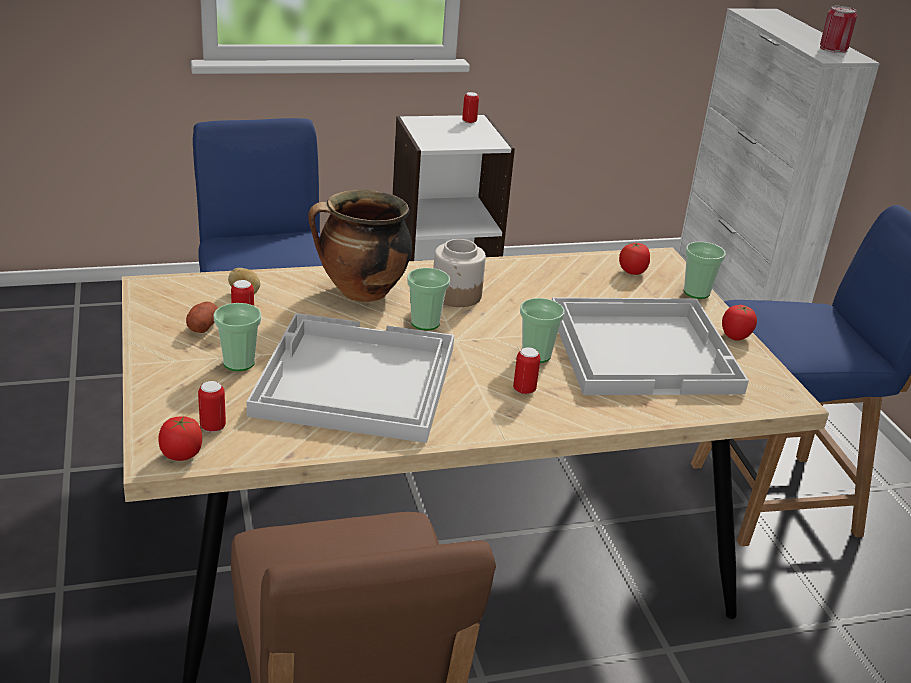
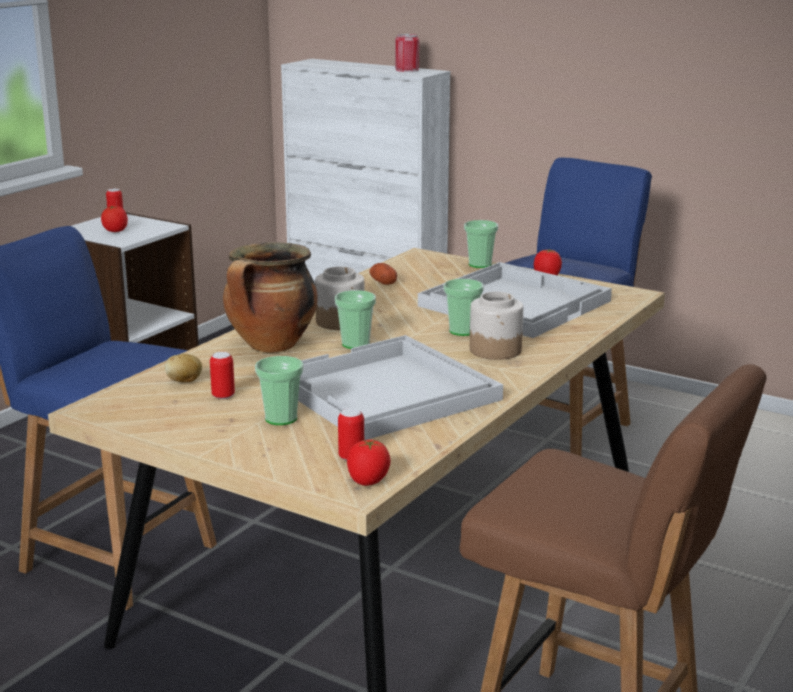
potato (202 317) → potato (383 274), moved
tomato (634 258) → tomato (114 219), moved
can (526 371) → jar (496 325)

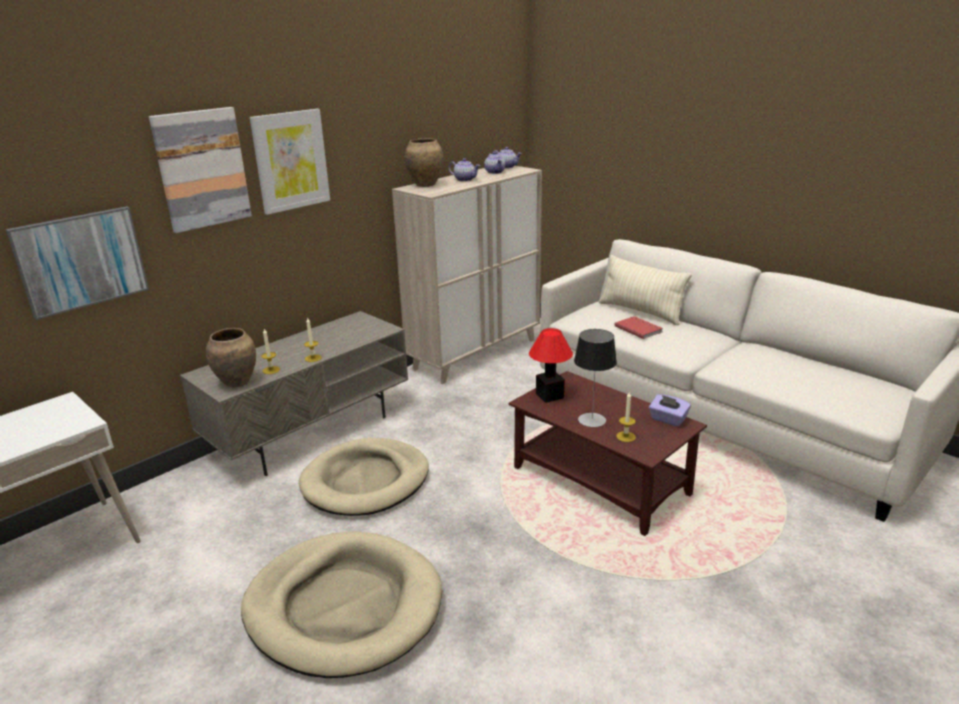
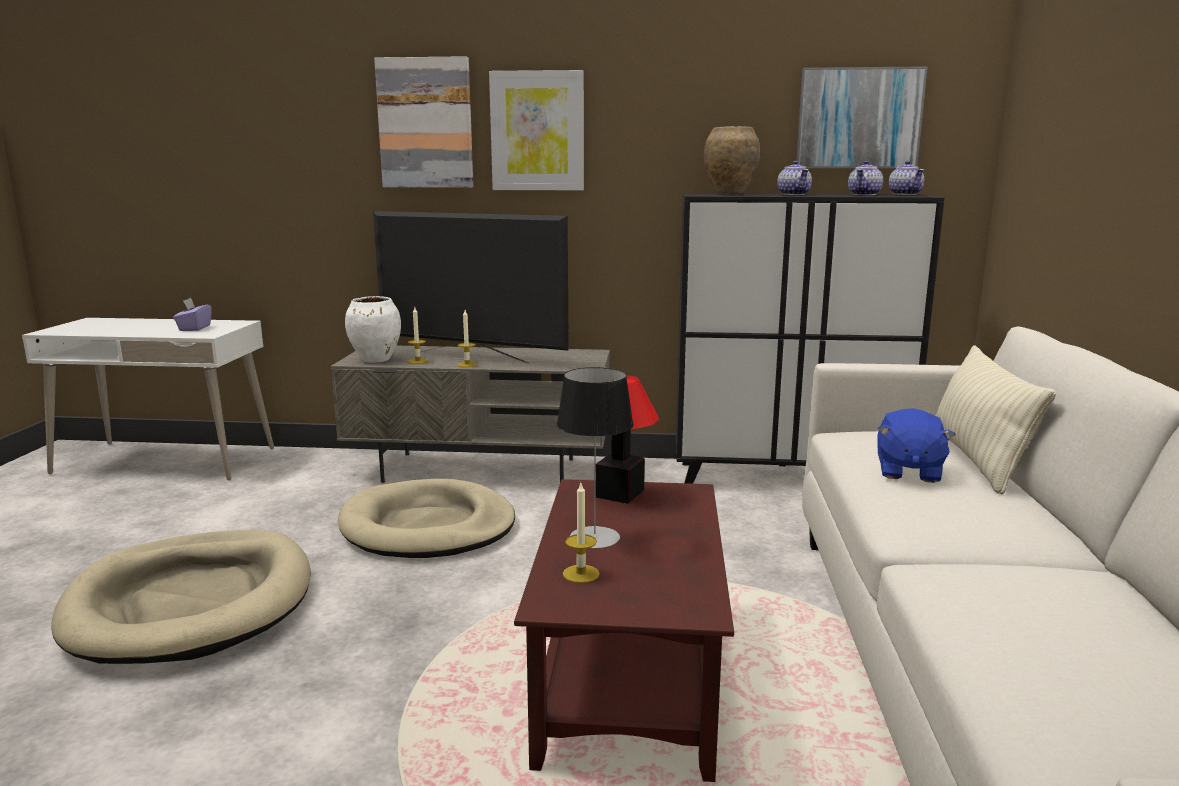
- → television (471 287)
picture (77 263) → picture (862 117), moved
purple tissue box (670 410) → purple tissue box (192 314), moved
red book (639 327) → blue plush toy (916 445)
brown vase (231 357) → white vase (373 329)
beige cabinet (467 275) → black cabinet (810 338)

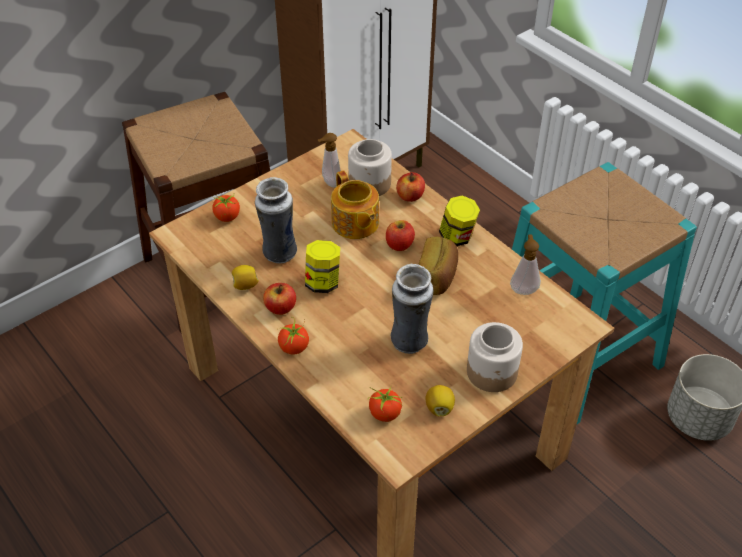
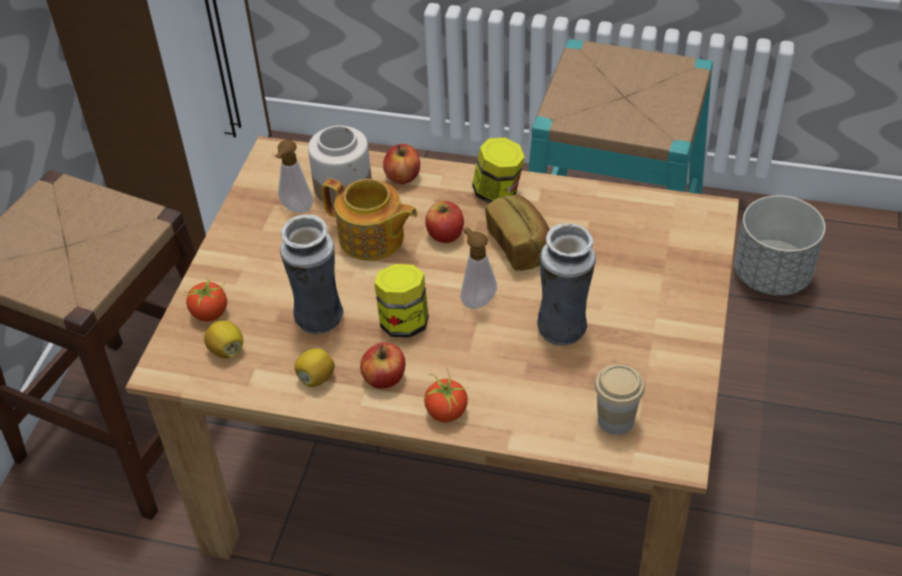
jar (495 357) → -
lemon (440 400) → lemon (223 339), moved
soap dispenser (525 265) → soap dispenser (478 268), moved
tomato (385 404) → cup (619 399)

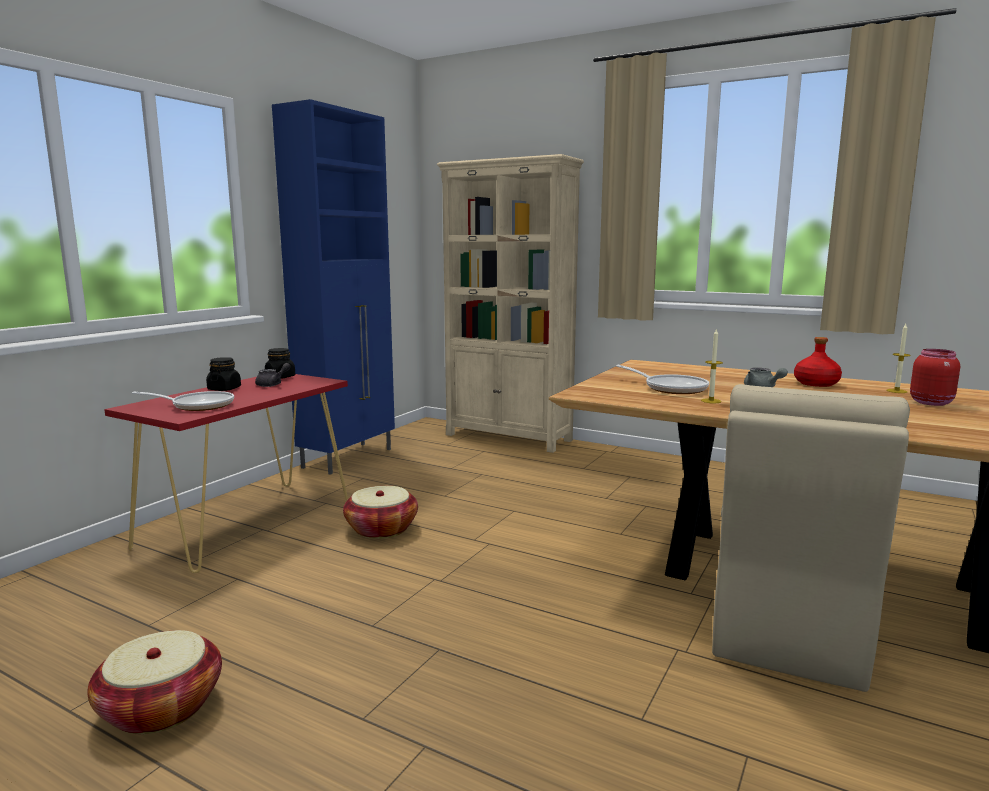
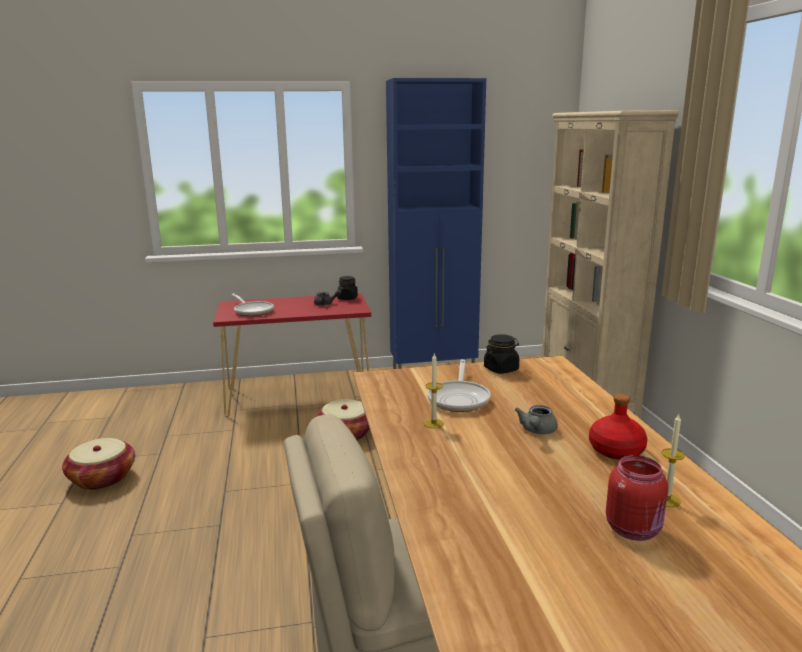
black jar (223 374) → black jar (501 354), moved

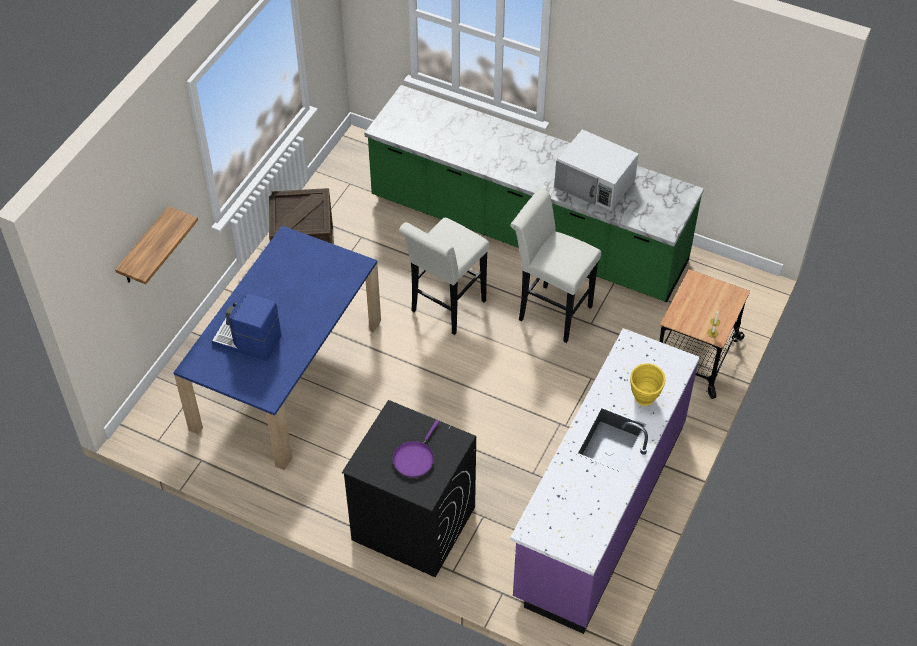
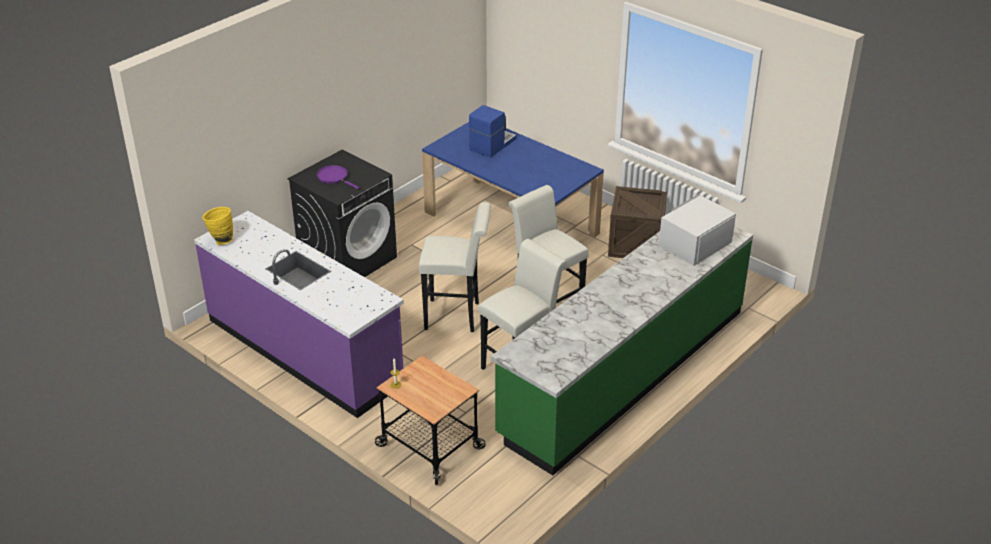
shelf (156 245) → -
- → white stool (455 267)
white microwave (596 170) → white microwave (697 230), moved
yellow vase (647 385) → yellow vase (217 226), moved

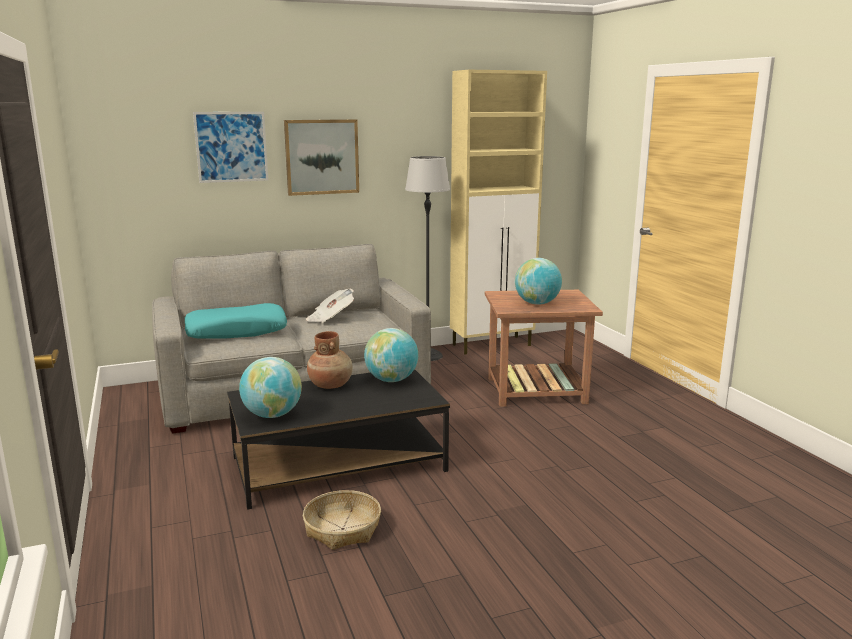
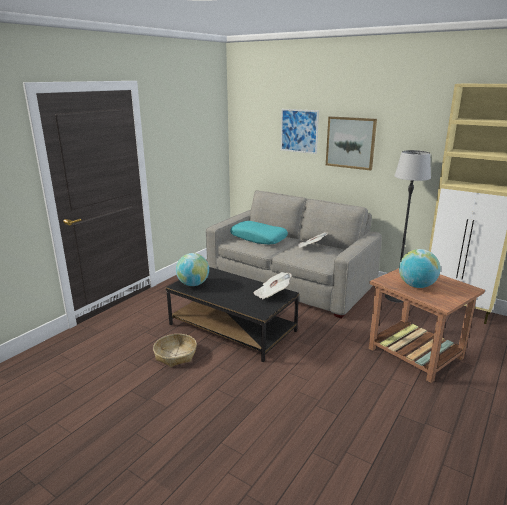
brown vase (330 360) → -
globe (391 355) → newspaper (273 286)

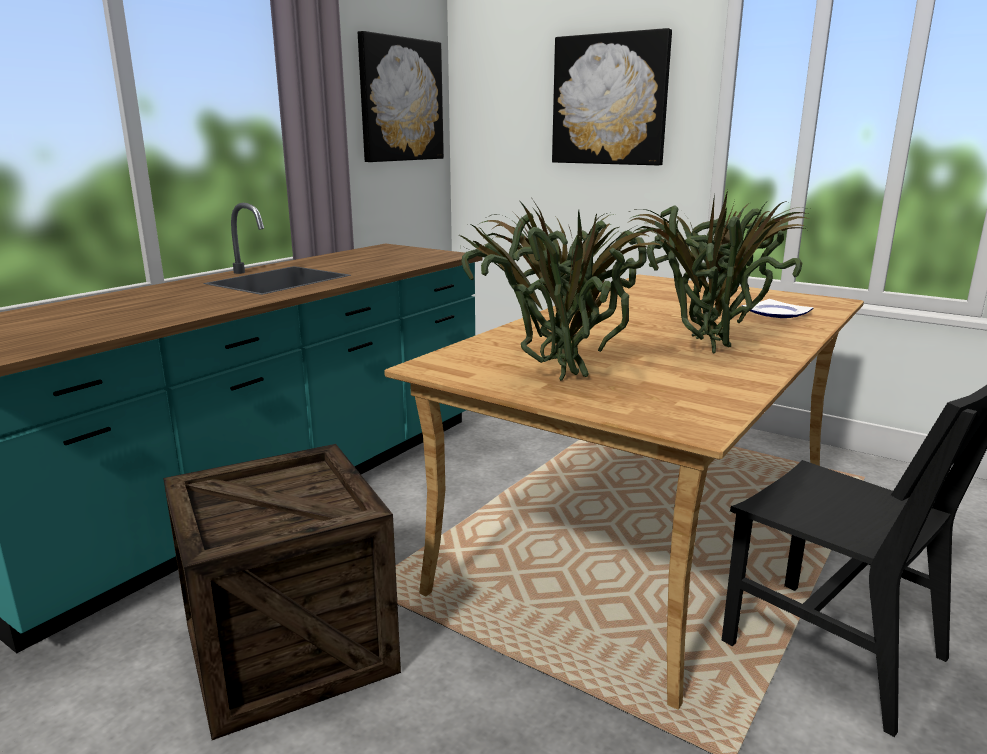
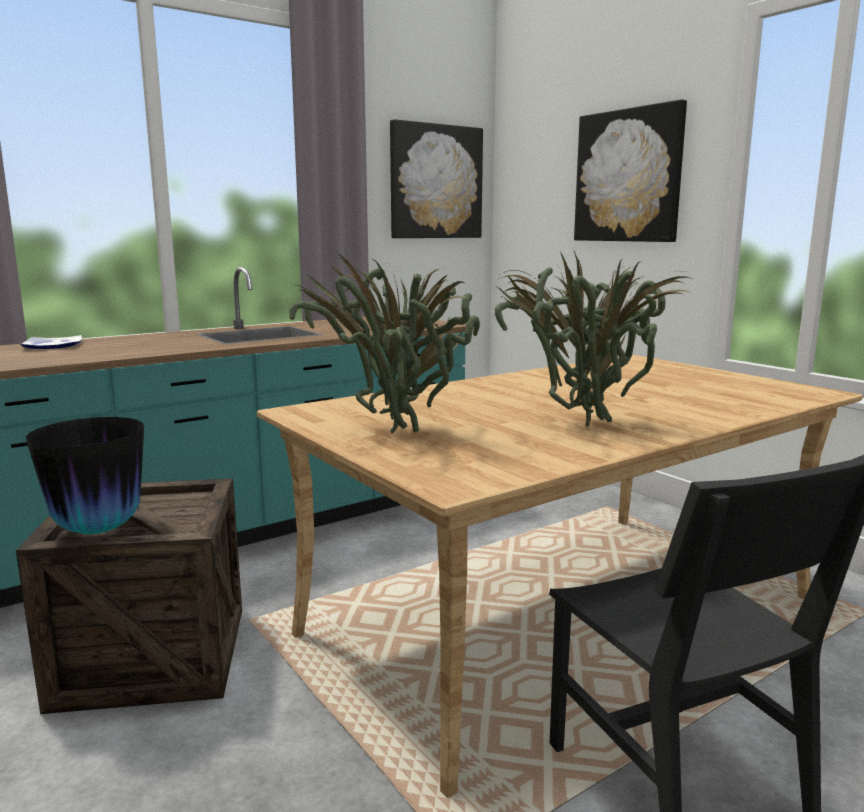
- → vase (85 475)
plate (777 308) → plate (51 342), moved

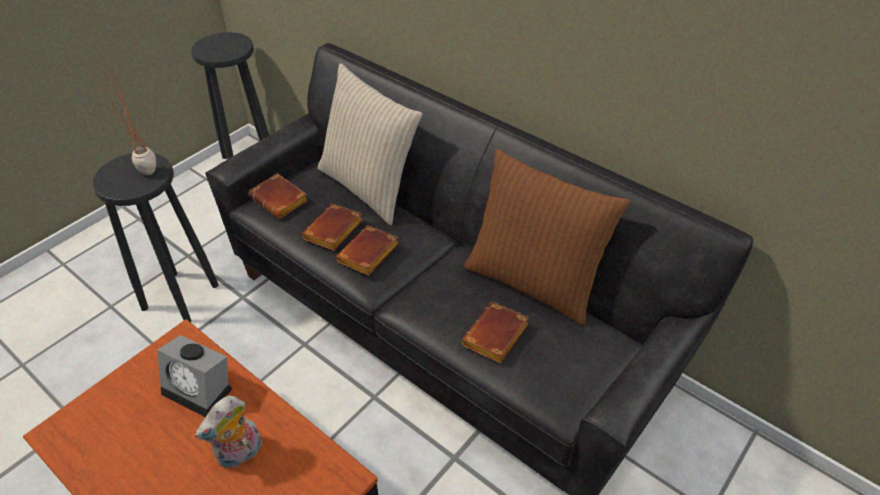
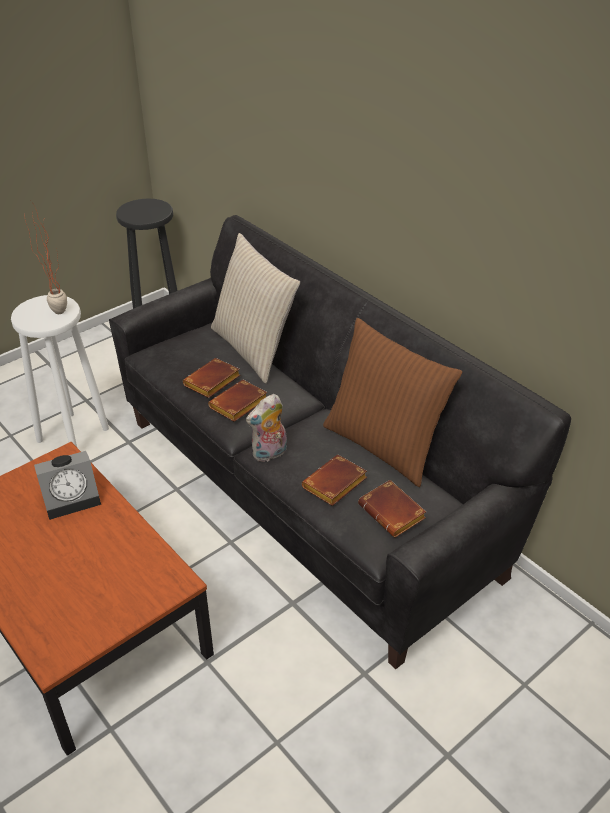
plush toy (228 433) → plush toy (266 428), moved
brown book (278 196) → brown book (392 508), moved
black stool (155 237) → white stool (60 371)
alarm clock (195 376) → alarm clock (67 485), 60 degrees counterclockwise

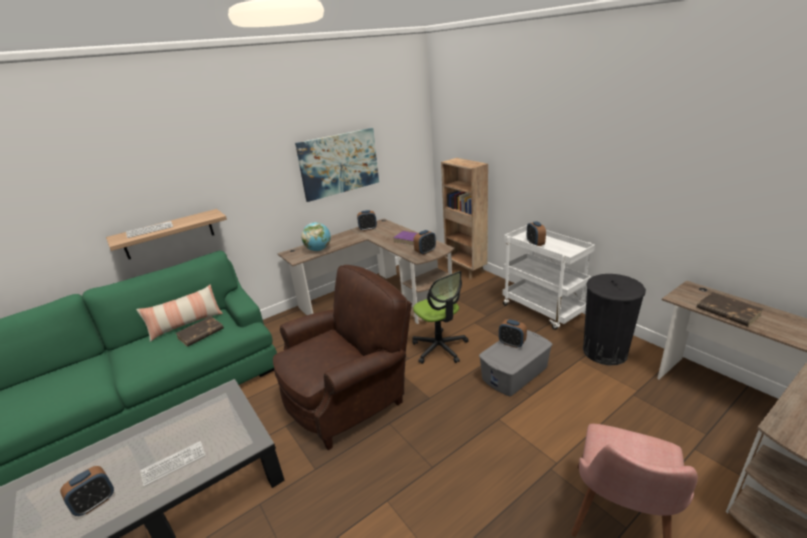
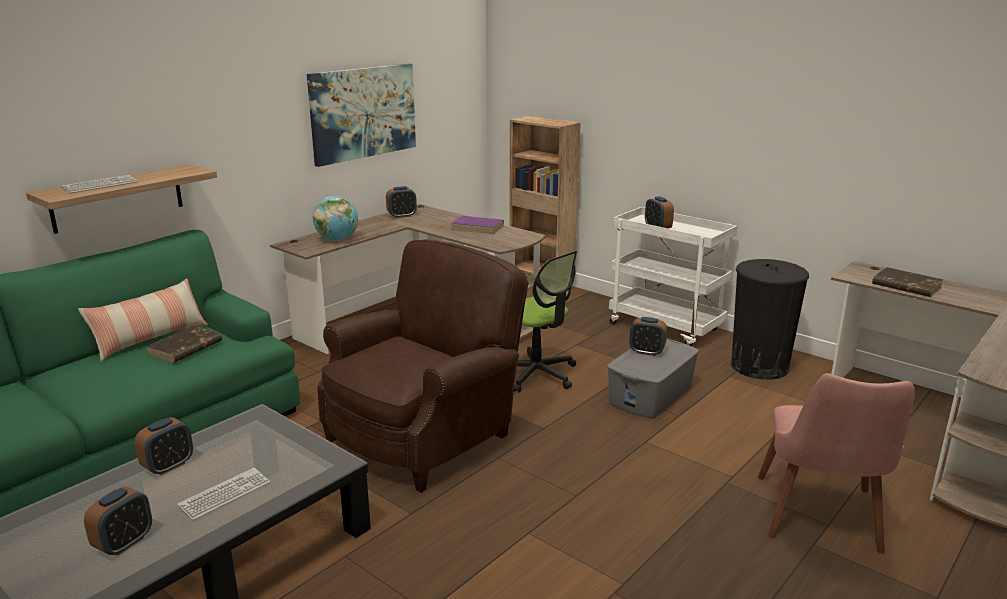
alarm clock (424 242) → alarm clock (164 446), moved

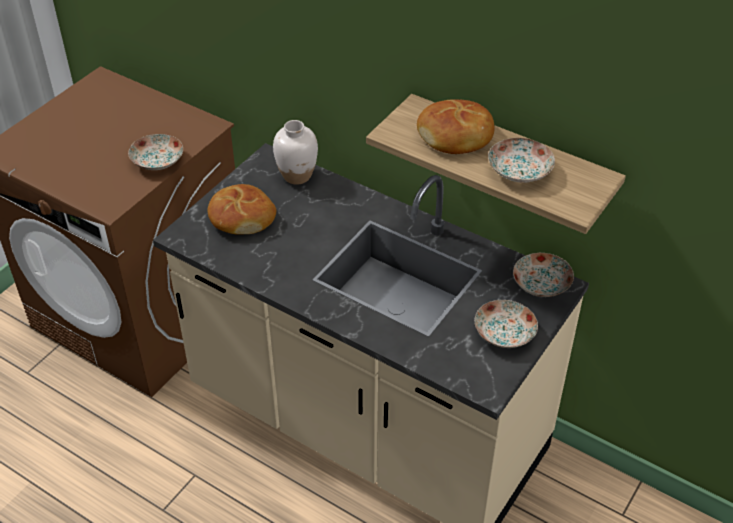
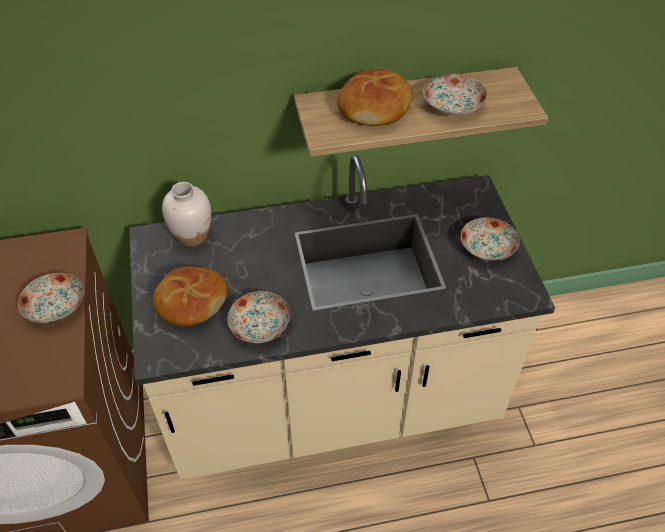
plate (543 275) → plate (259 317), moved

